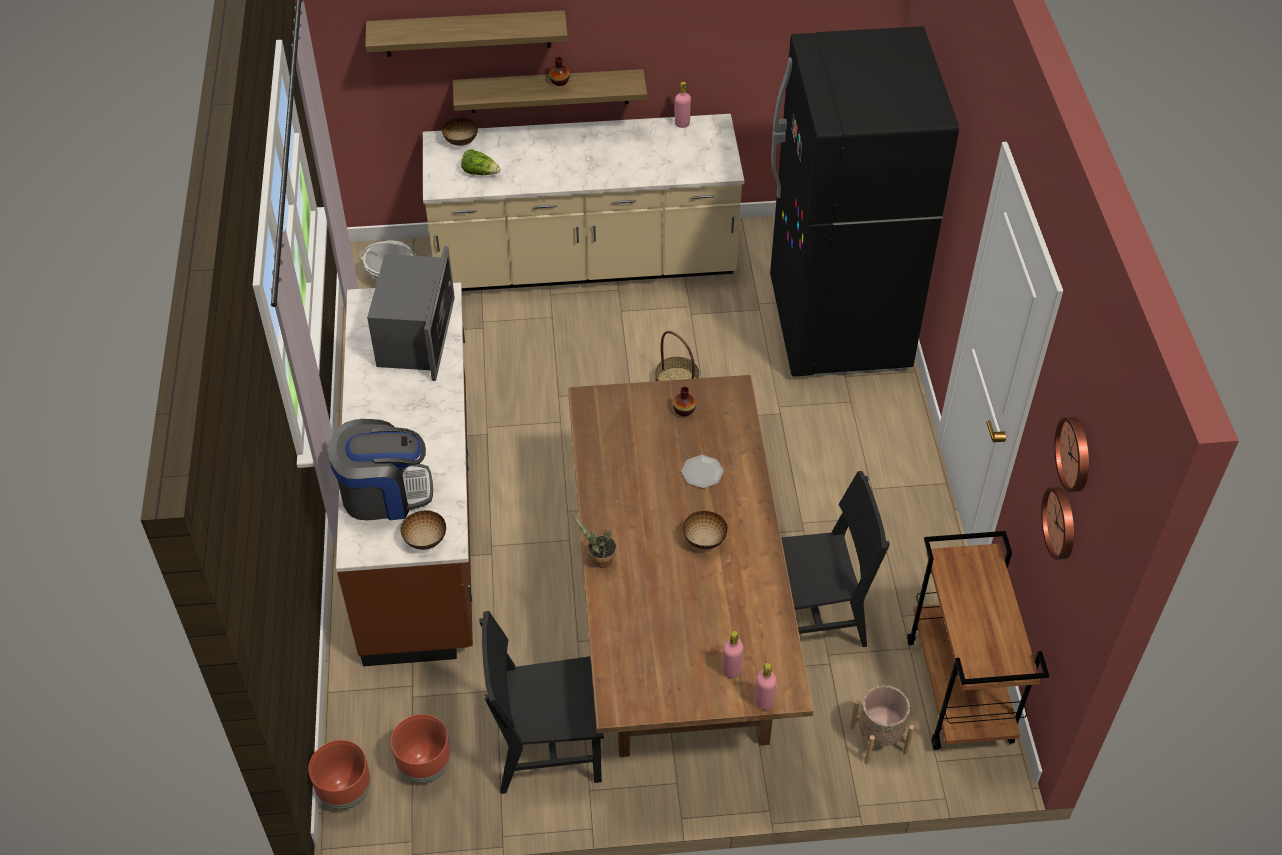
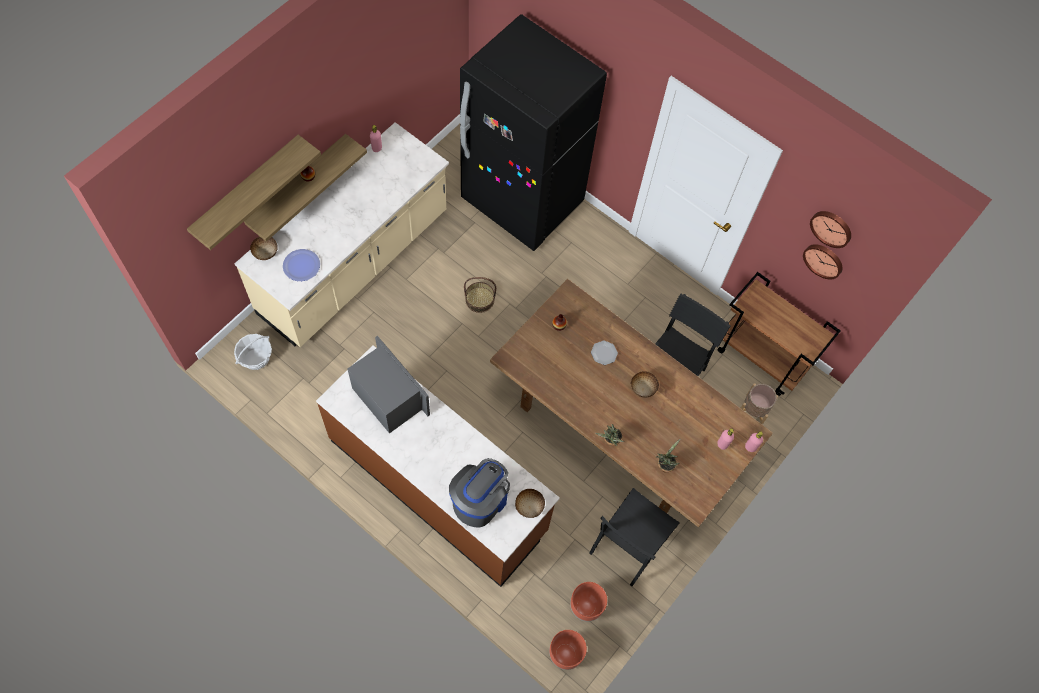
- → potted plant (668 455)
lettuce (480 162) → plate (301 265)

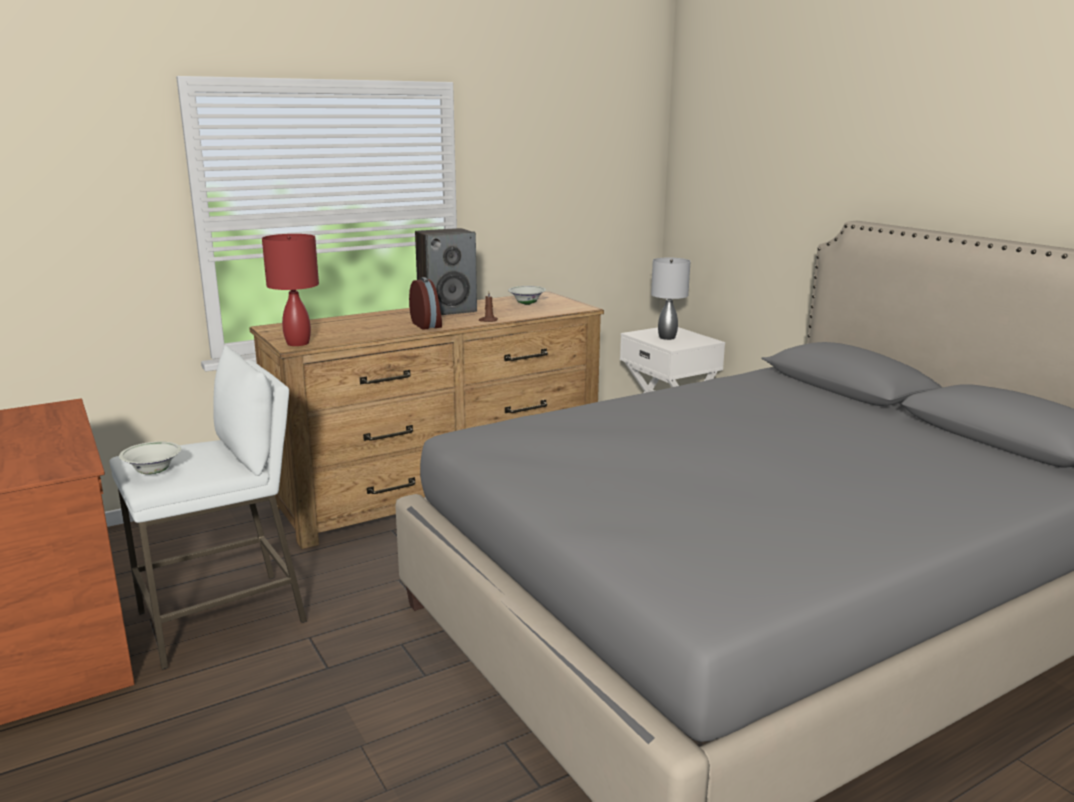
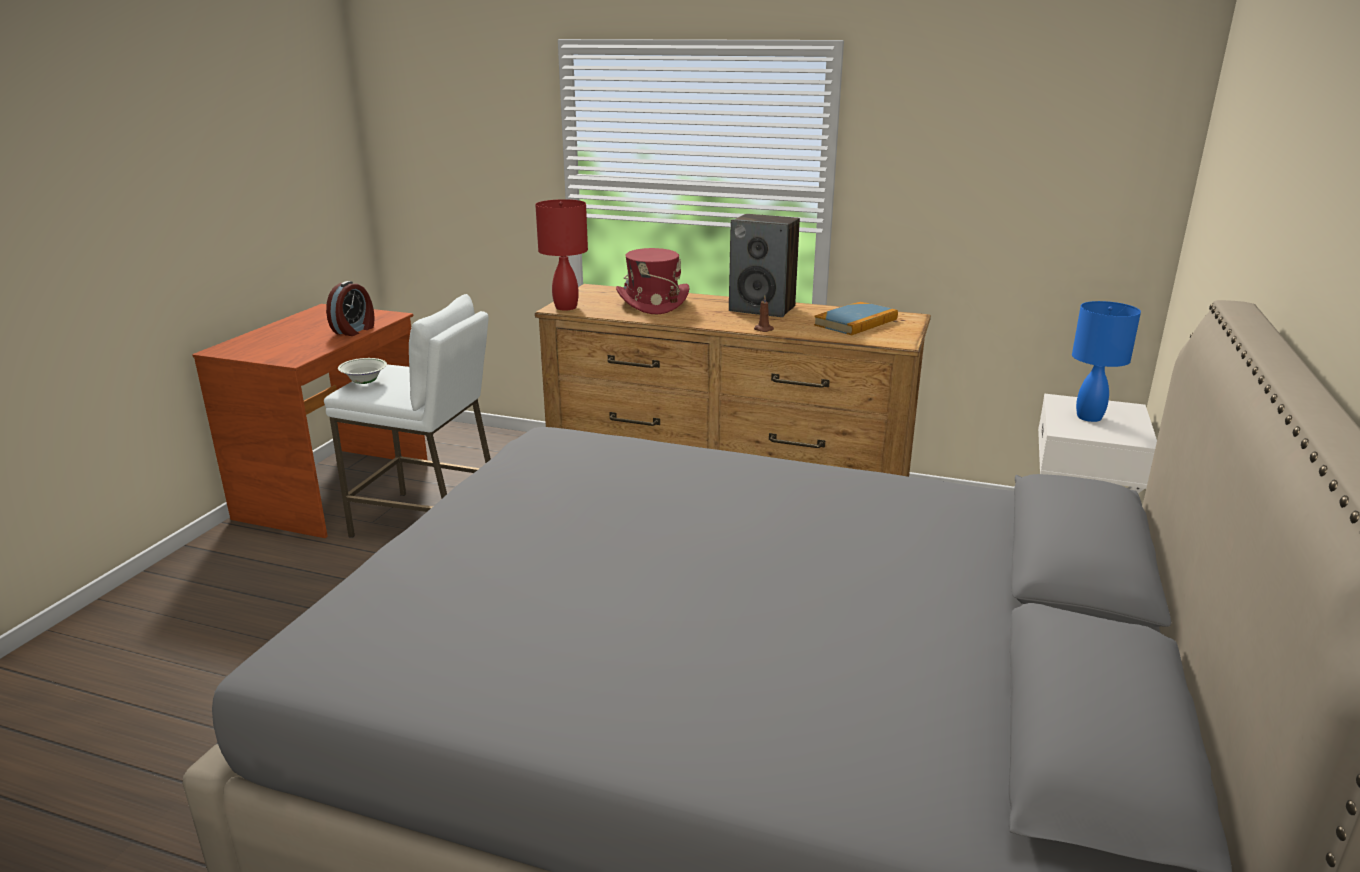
- → red hat (652 281)
alarm clock (425 303) → alarm clock (350 308), moved
white bowl (527 295) → book (856 318)
grey table lamp (671 299) → blue table lamp (1106 361)

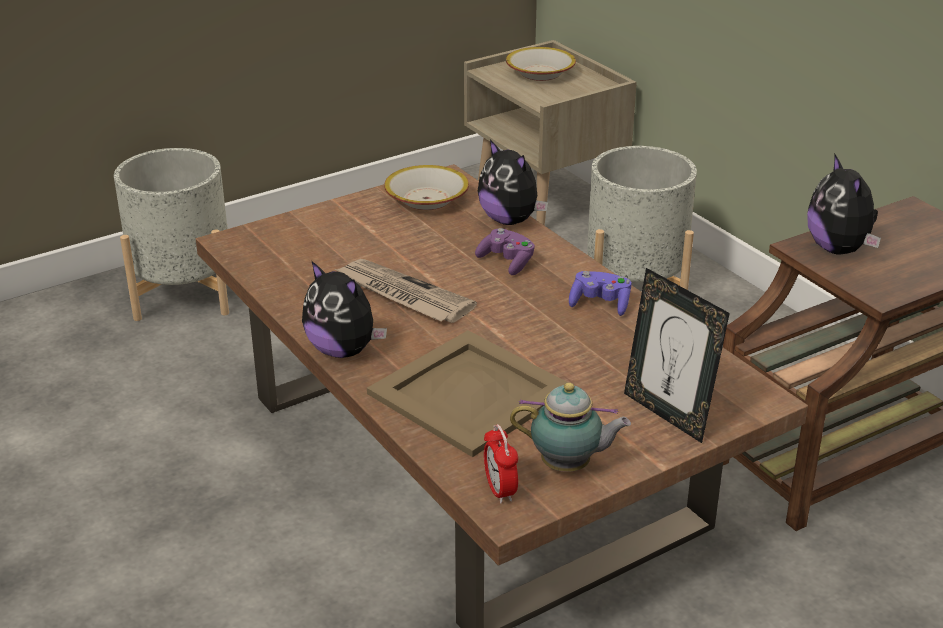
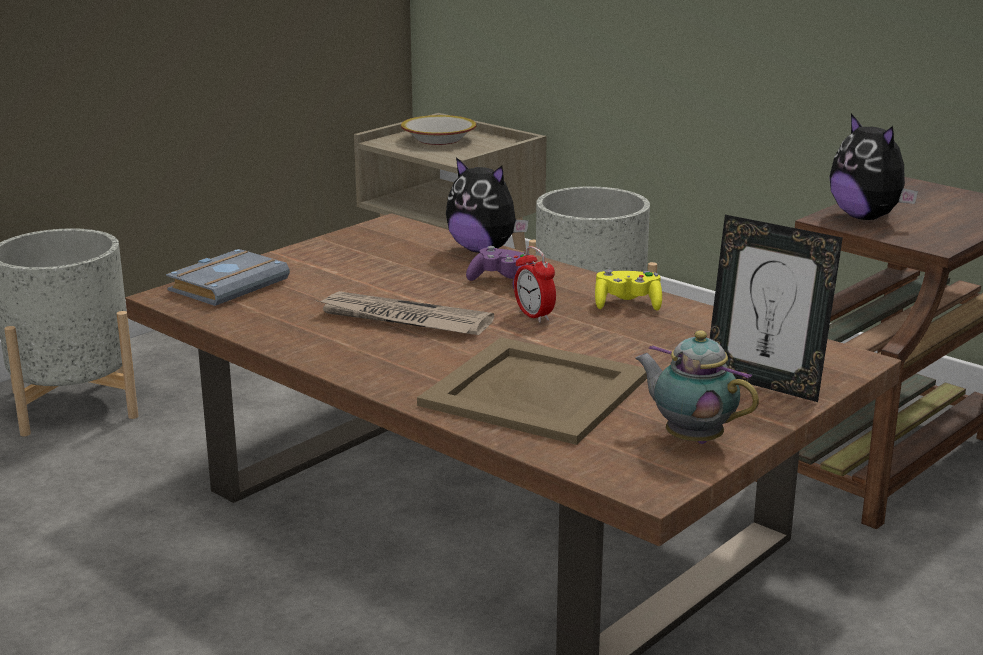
plush toy (344 309) → -
bowl (426 187) → -
- → grey book (228 277)
alarm clock (501 464) → alarm clock (535 284), moved
purple game controller (600 293) → yellow game controller (628 290)
teapot (570 427) → teapot (697 387), 135 degrees counterclockwise

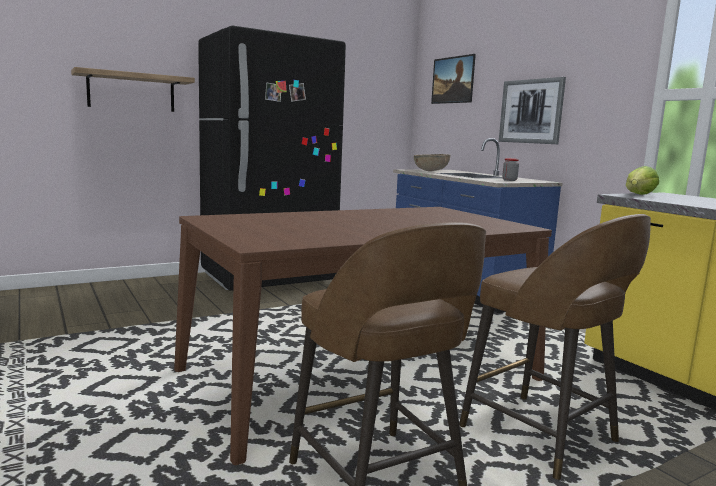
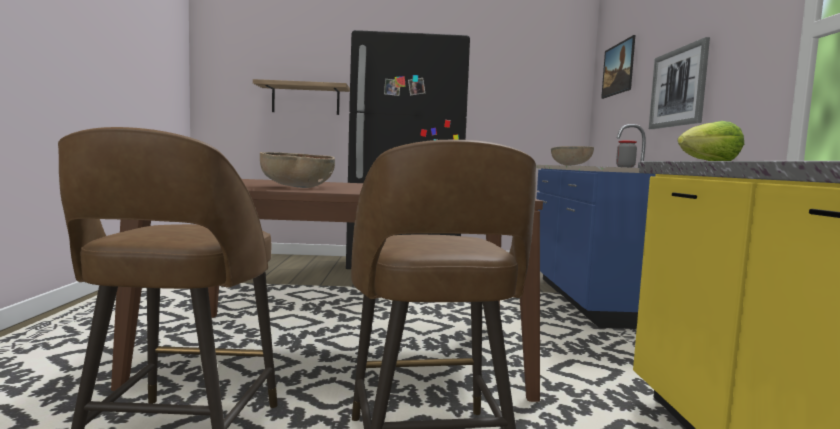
- → brown bowl (297 170)

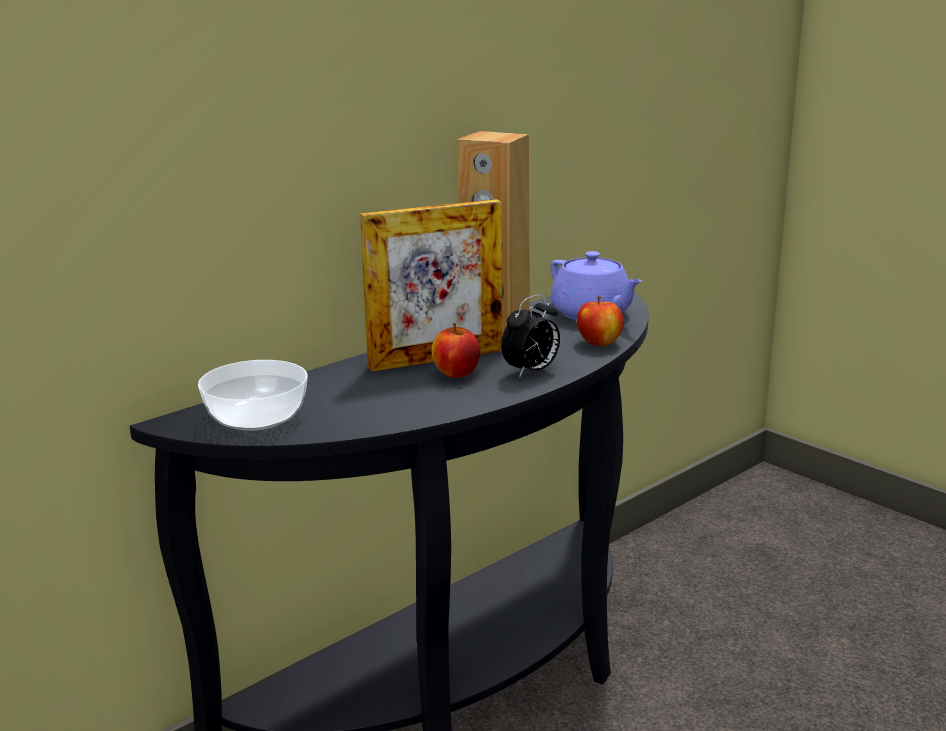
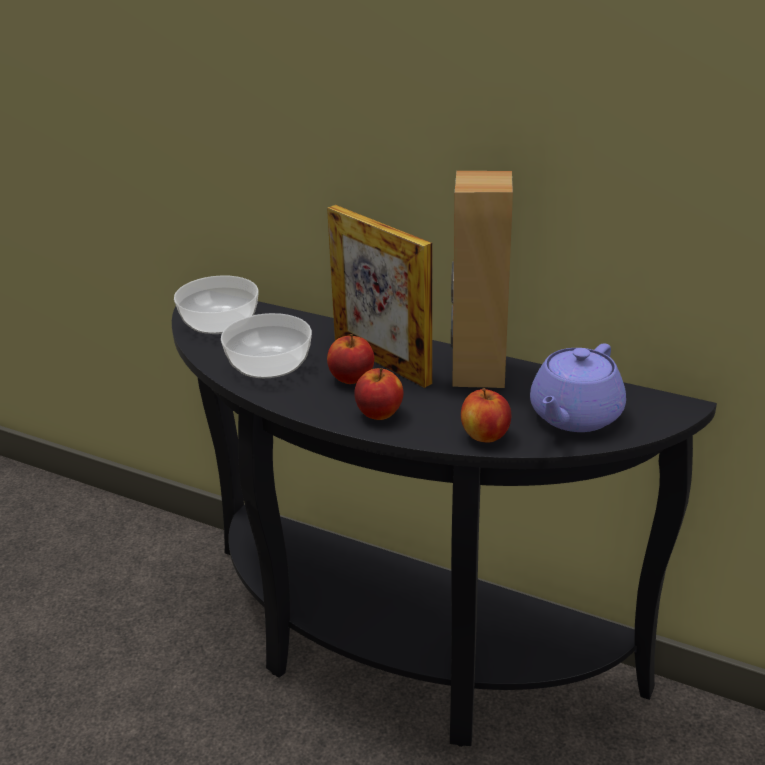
- → bowl (266 345)
alarm clock (530 336) → apple (378 394)

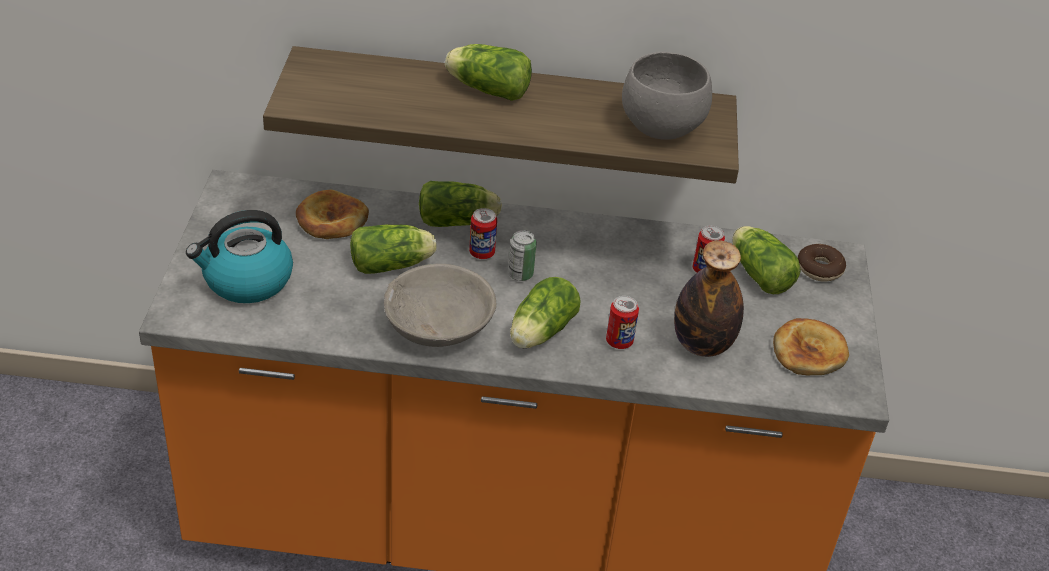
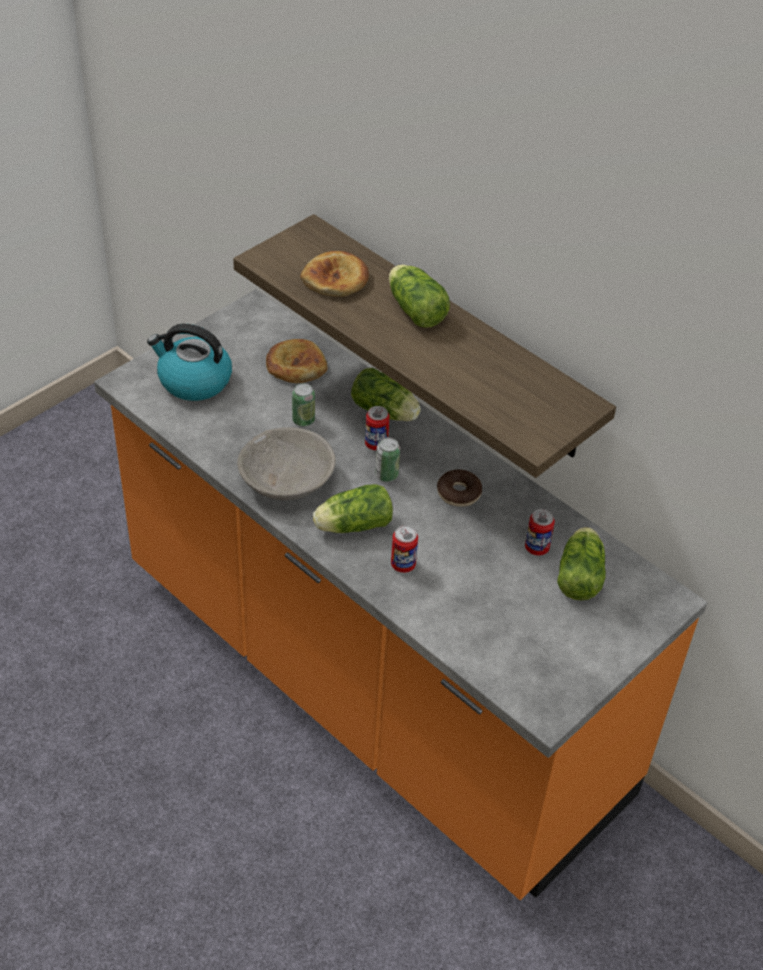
grey bowl (667 96) → -
bottle (709 298) → -
bread (811 347) → bread (334 274), moved
donut (822 263) → donut (459 488), moved
lettuce (393 249) → can (303 404)

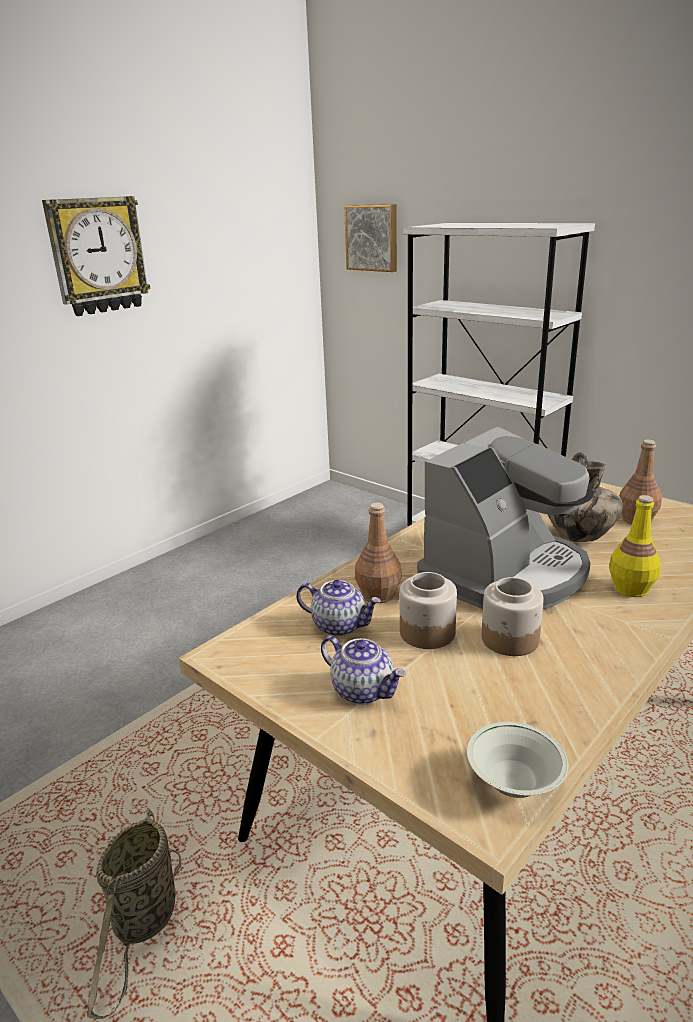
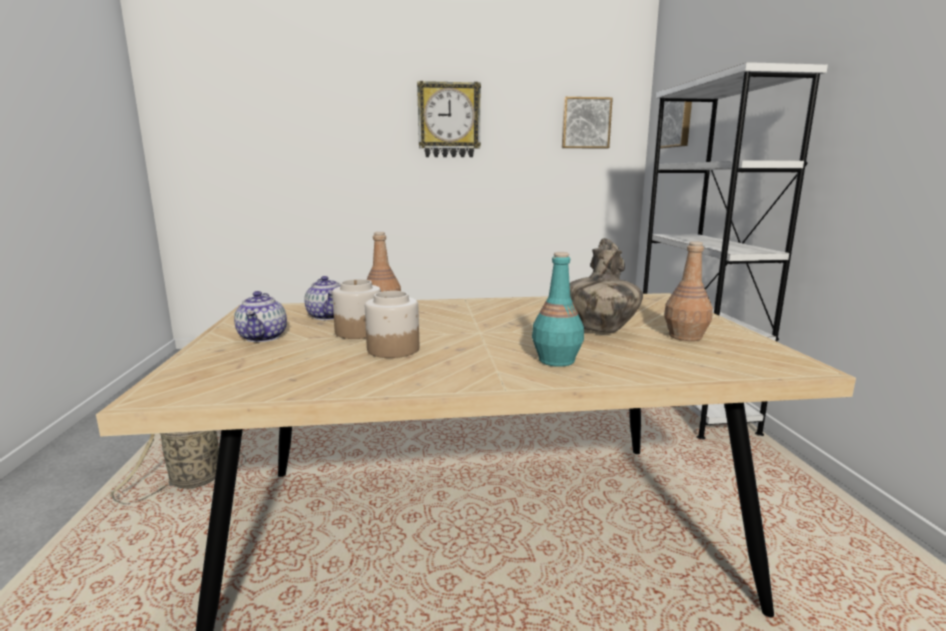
coffee machine (505 518) → -
white bowl (517 760) → -
- → picture (587 123)
yellow bottle (635 546) → turquoise bottle (558 309)

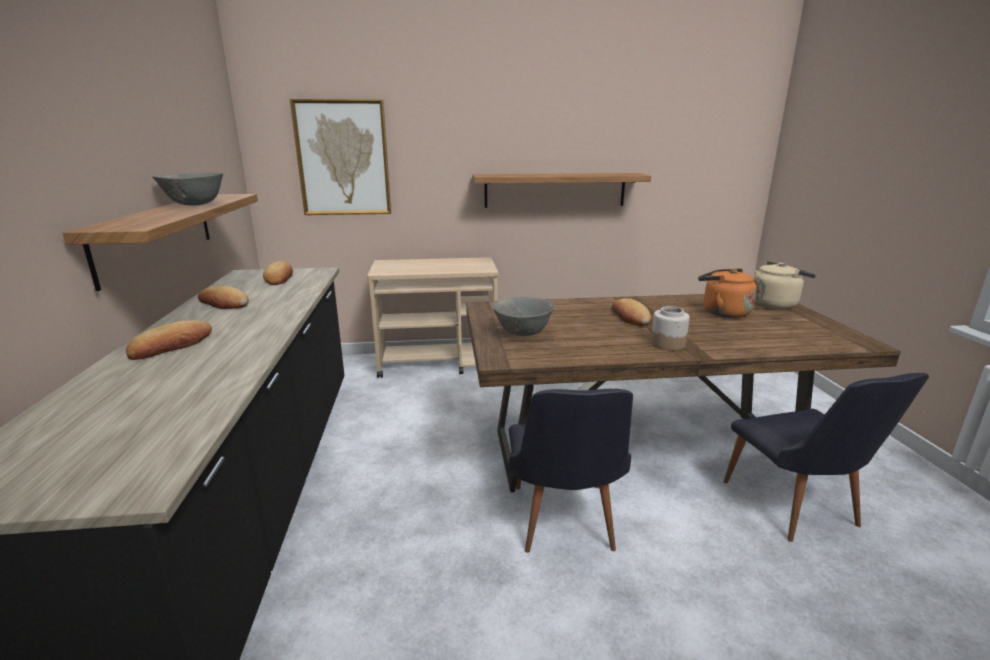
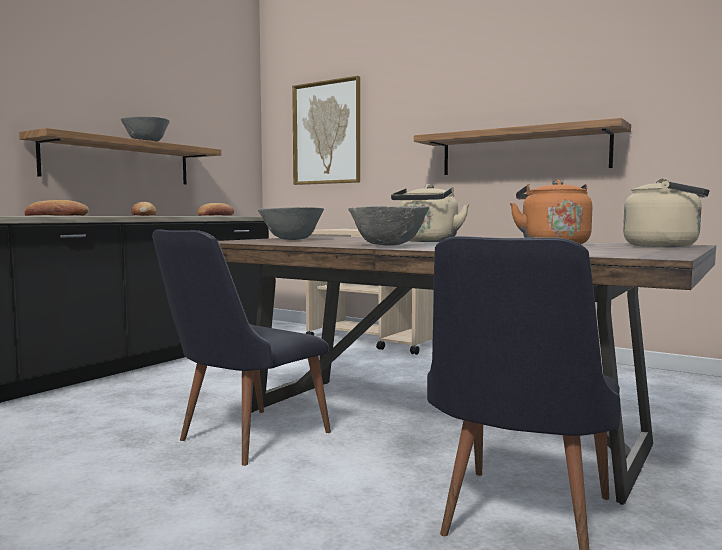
bread (631 312) → beige kettle (430 213)
jar (670 328) → grey bowl (388 226)

